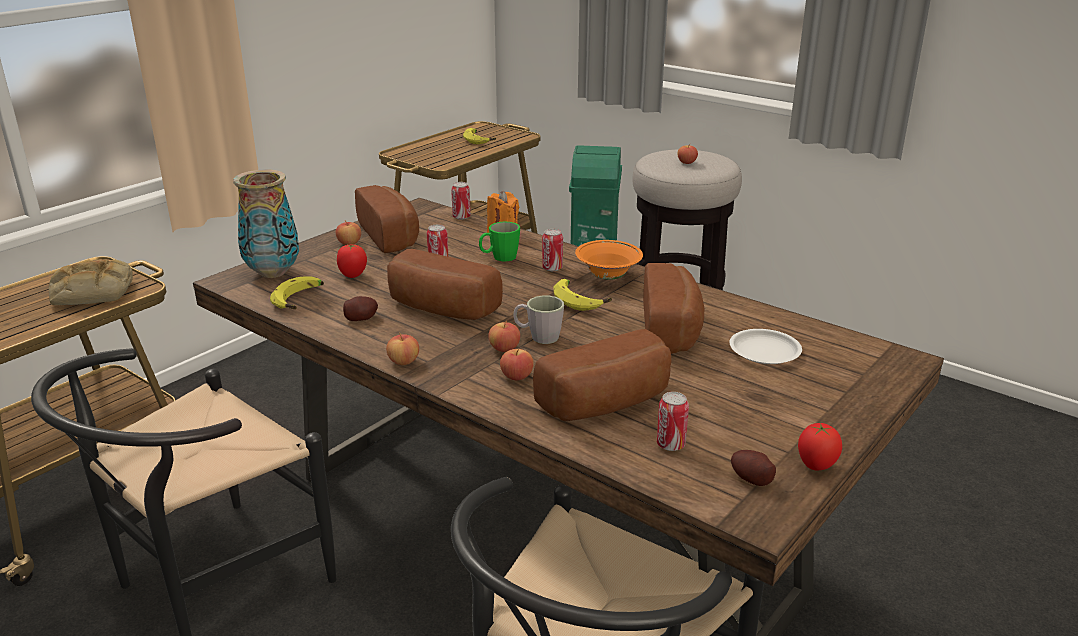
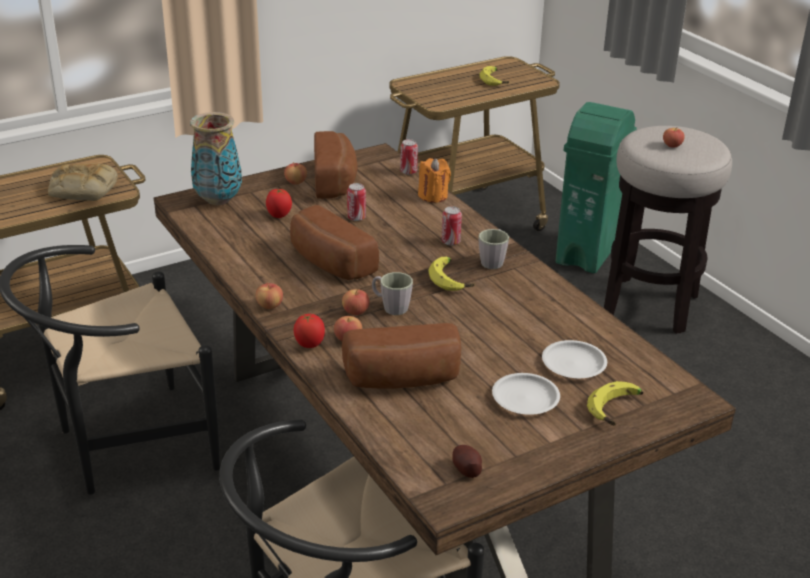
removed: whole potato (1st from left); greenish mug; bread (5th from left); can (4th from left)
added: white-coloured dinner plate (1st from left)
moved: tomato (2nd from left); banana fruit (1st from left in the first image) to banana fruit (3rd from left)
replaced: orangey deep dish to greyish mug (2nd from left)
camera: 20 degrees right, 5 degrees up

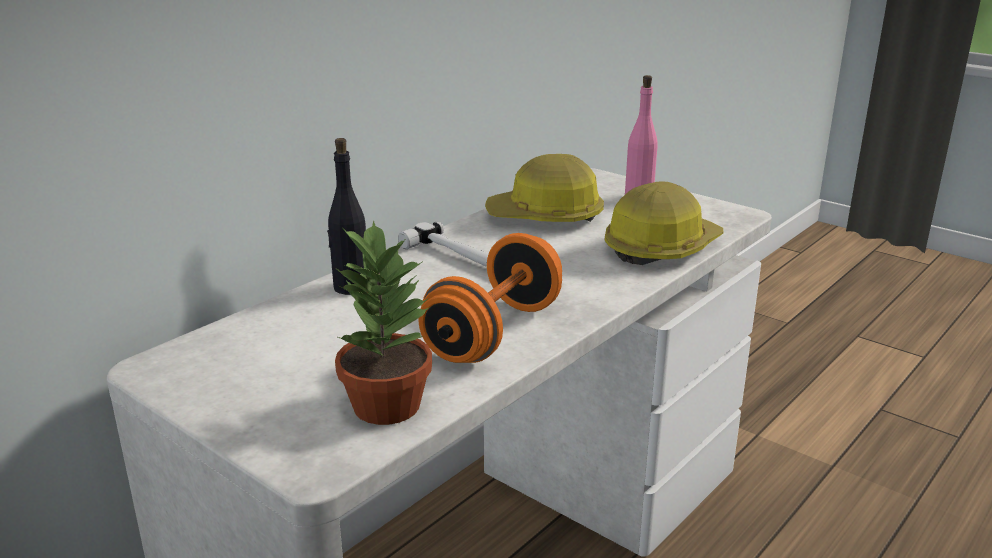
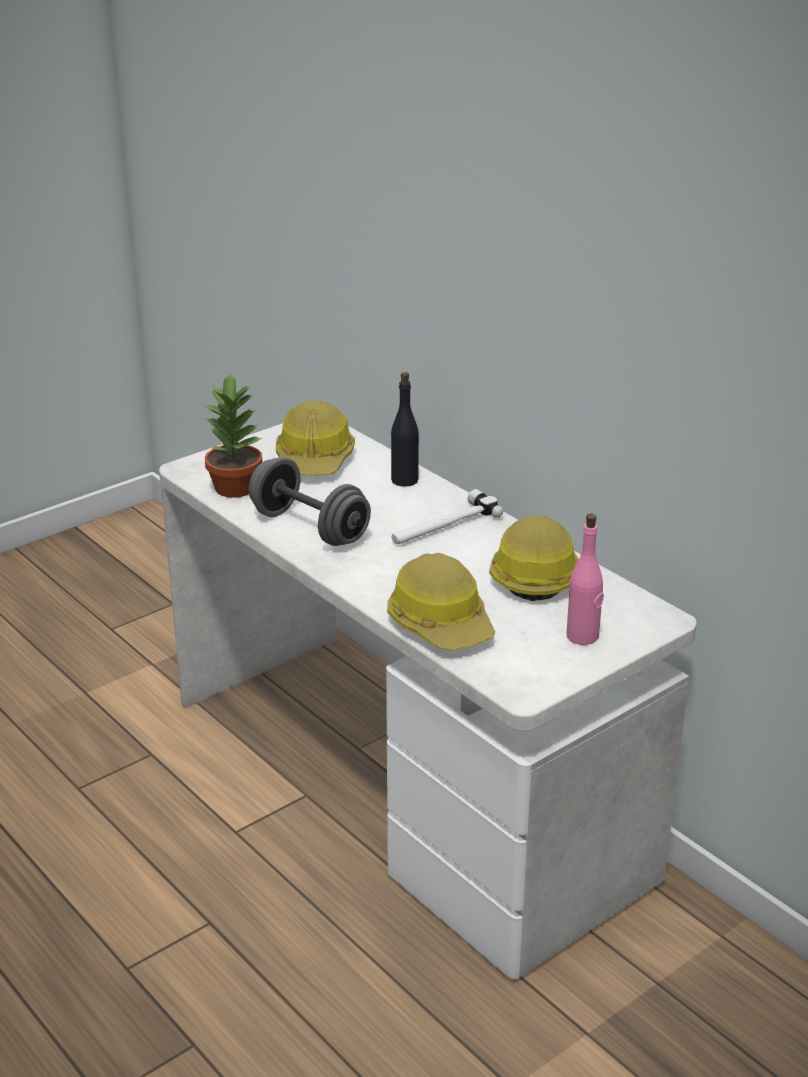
added: safety helmet (1st from left)
recoloured: orangey dumbbell to greyish dumbbell
camera: 100 degrees right, 5 degrees up

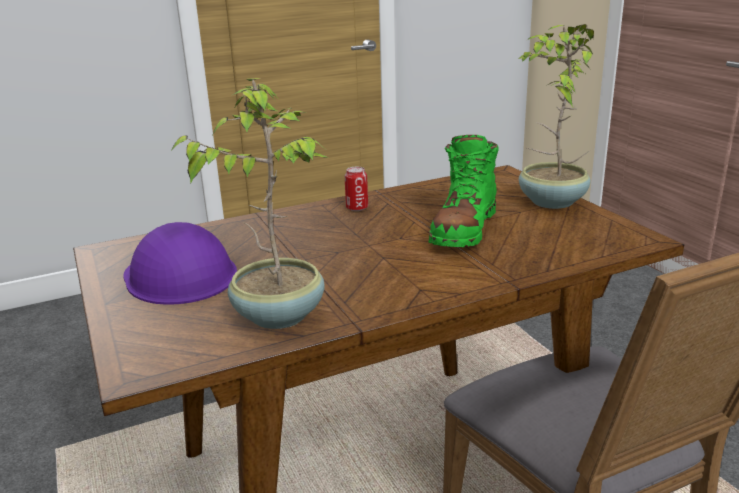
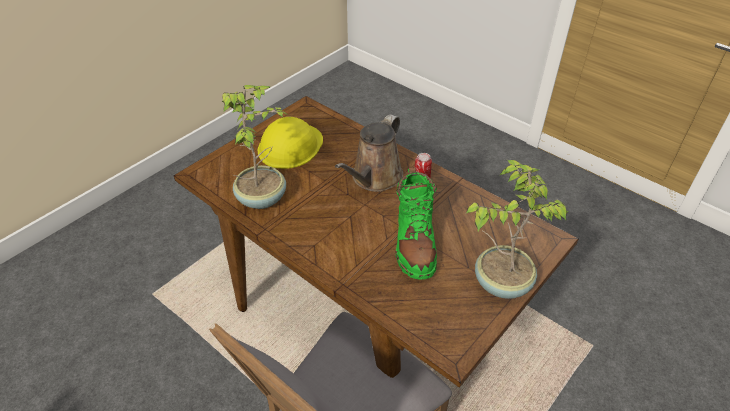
added: brown watering pot
recoloured: purplish safety helmet to yellow-coloured safety helmet
turned: greenish boot 90 degrees counterclockwise
camera: 65 degrees right, 20 degrees up

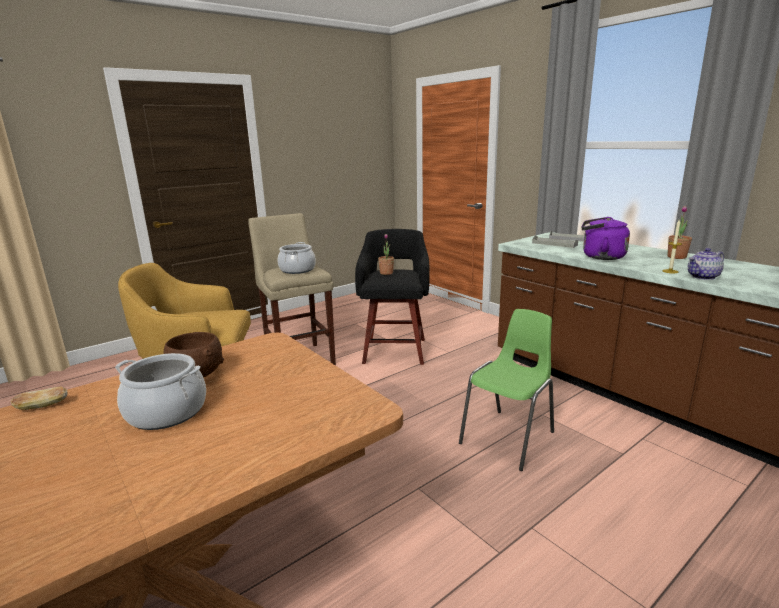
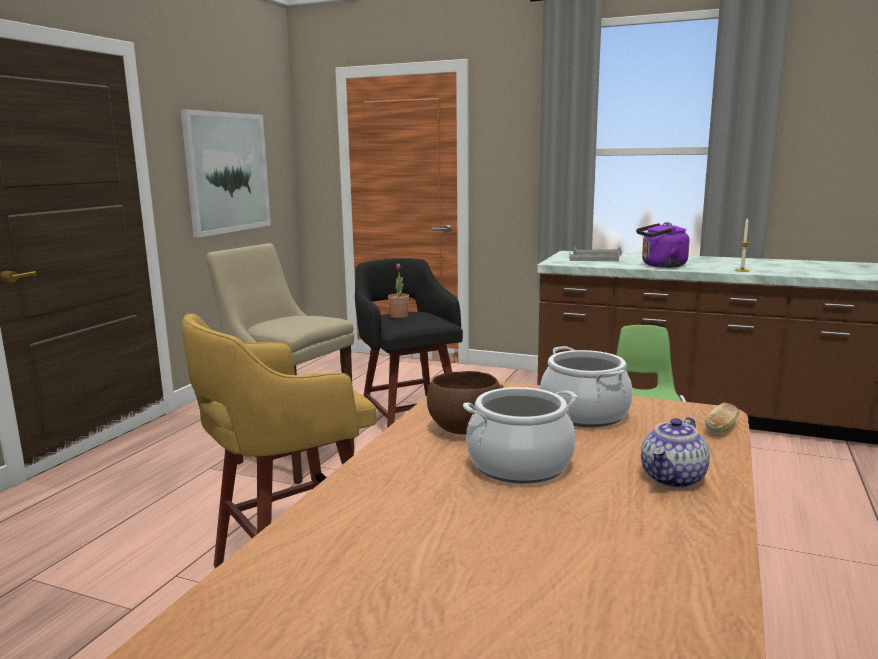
removed: plant in a pot (2nd from left)
added: picture
moved: cooking pot (2nd from left); pot for tea; bread
camera: 30 degrees left, 5 degrees down

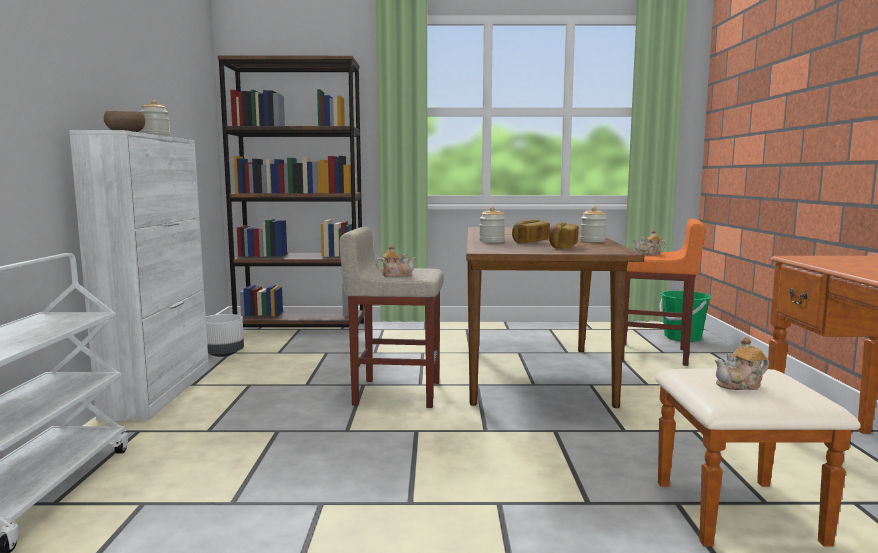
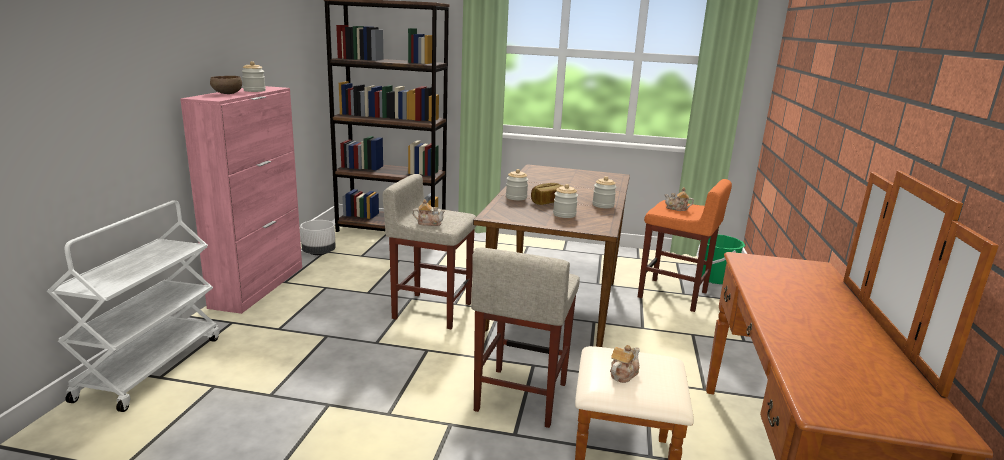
added: beige-coloured stool (2nd from left)
replaced: bread (2nd from left) to preserve jar (3rd from left)
recoloured: white-coloured cabinet to pinkish cabinet
turned: pot for tea (3rd from left in the first image) 135 degrees clockwise
camera: 10 degrees right, 10 degrees up

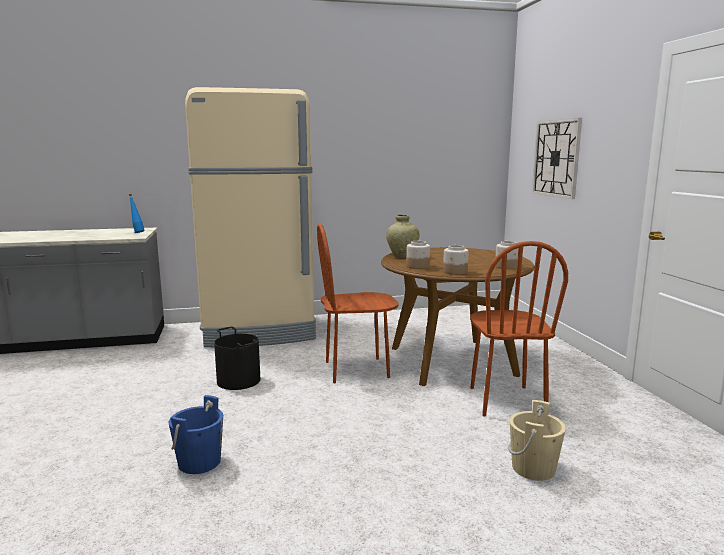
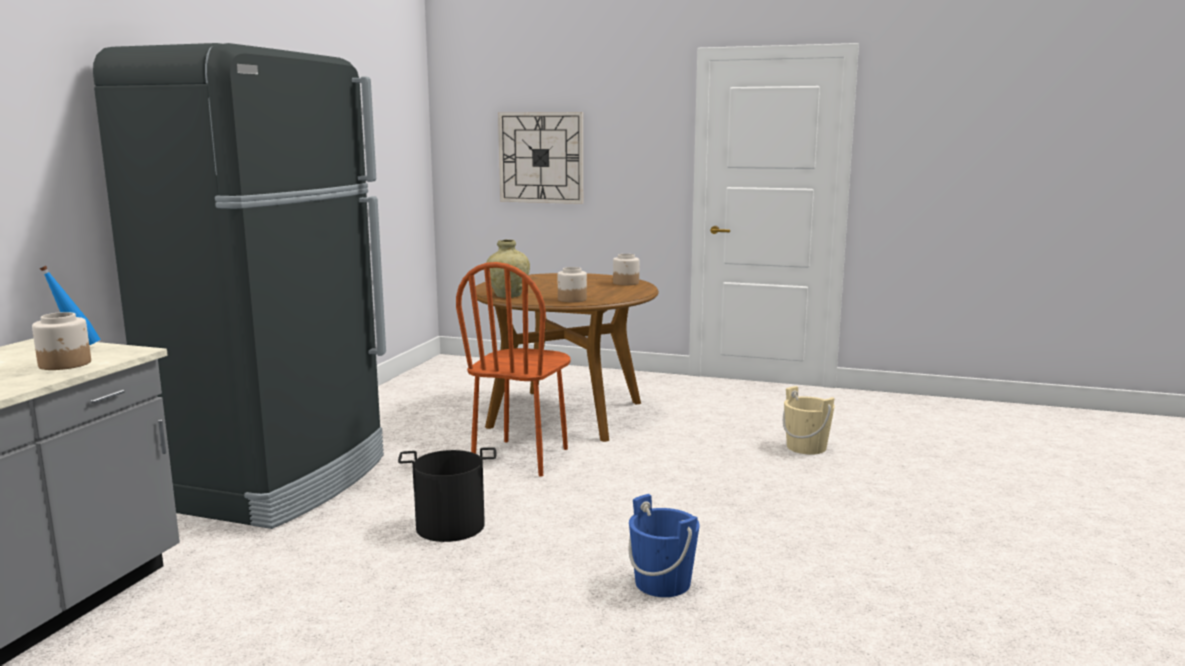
removed: brown plain chair (2nd from left)
moved: preserve jar (2nd from left in the first image) to preserve jar (1st from left)
recoloured: beige-coloured refrigerator to blackish refrigerator
camera: 60 degrees left, 0 degrees up

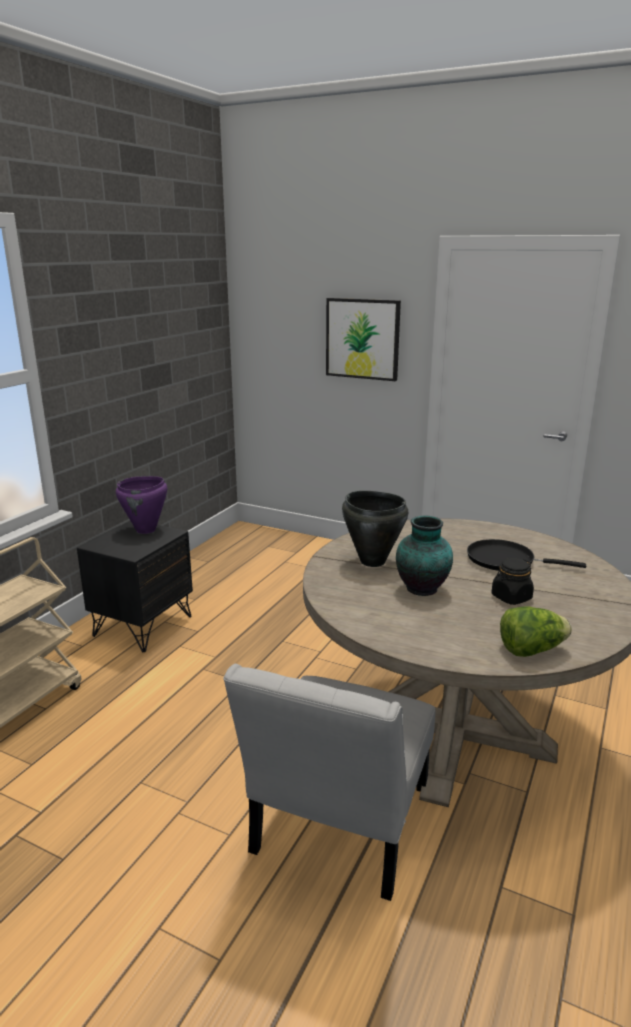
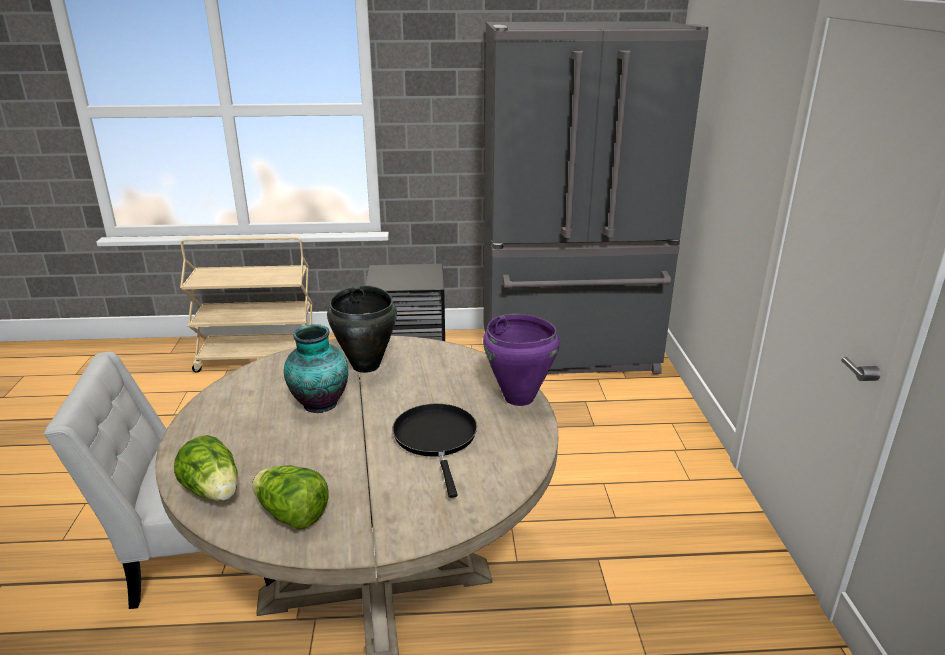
removed: picture; blackish preserve jar
added: lettuce head (2nd from left); greyish refrigerator
moved: purplish cooking pot
camera: 60 degrees right, 5 degrees up

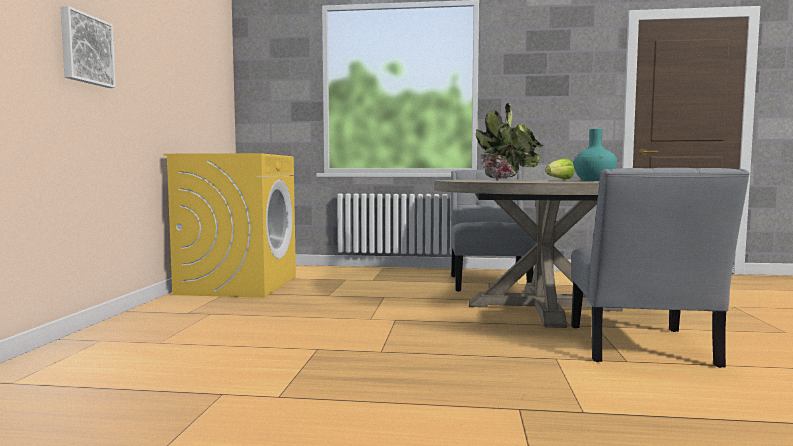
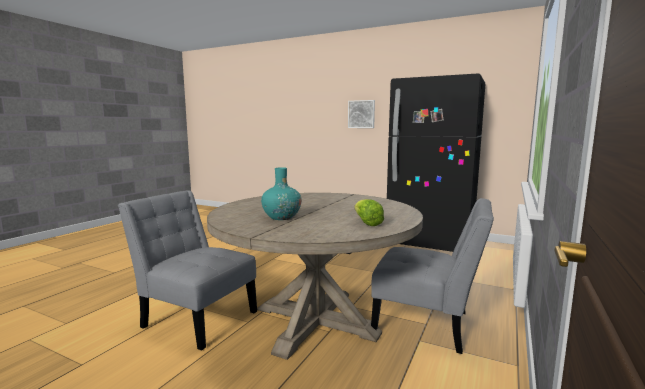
removed: plant in a pot
replaced: yellow-coloured washing machine to blackish refrigerator
camera: 110 degrees right, 5 degrees up

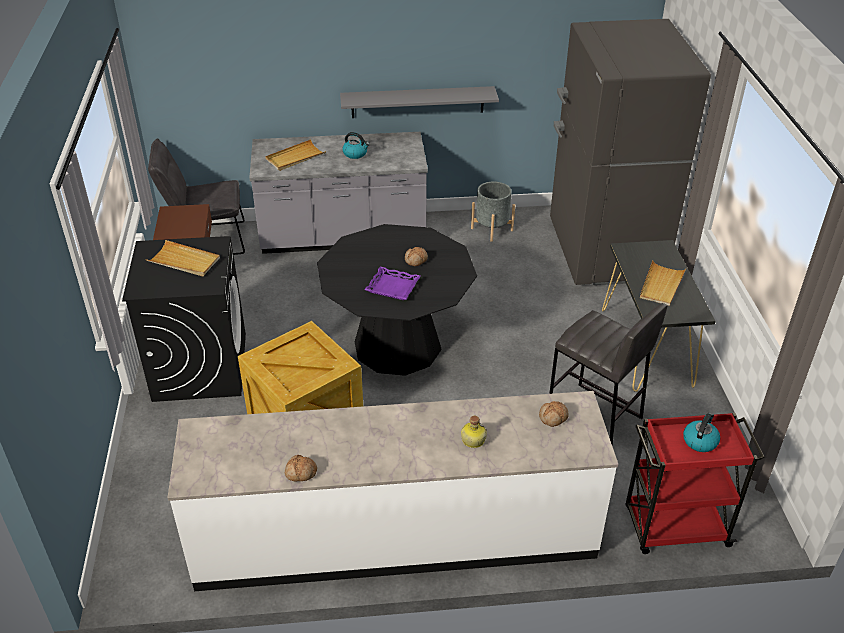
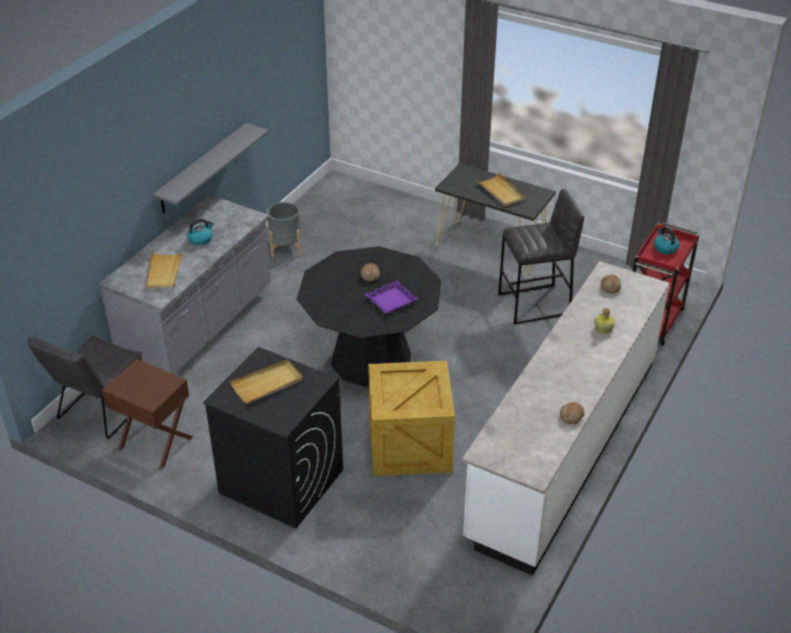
removed: greyish refrigerator
camera: 55 degrees left, 0 degrees up

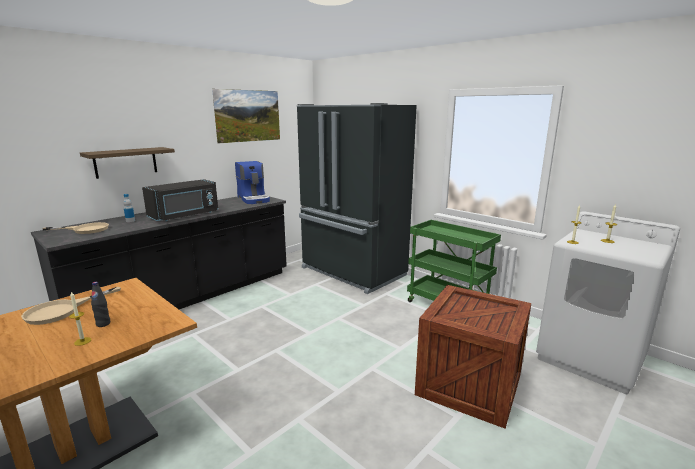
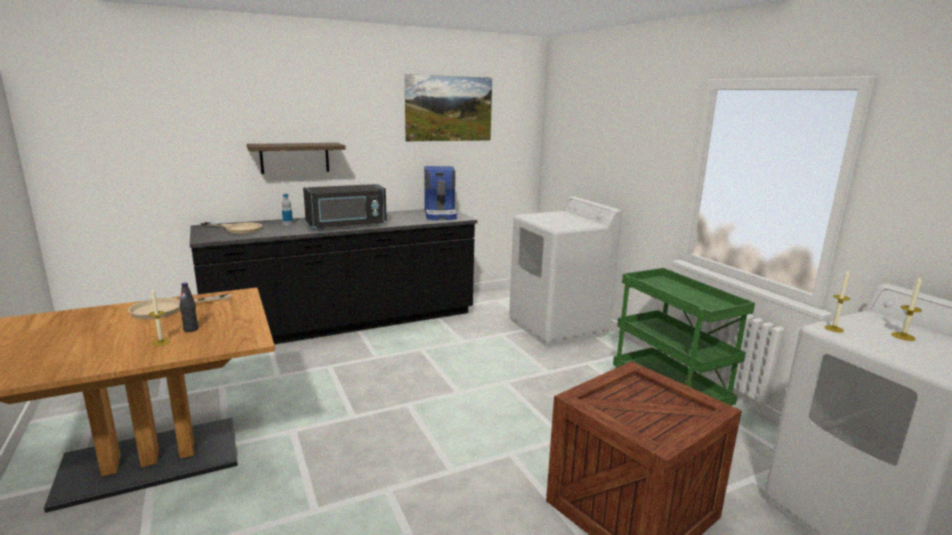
replaced: blackish refrigerator to white-coloured washing machine (1st from left)
camera: 20 degrees right, 0 degrees up

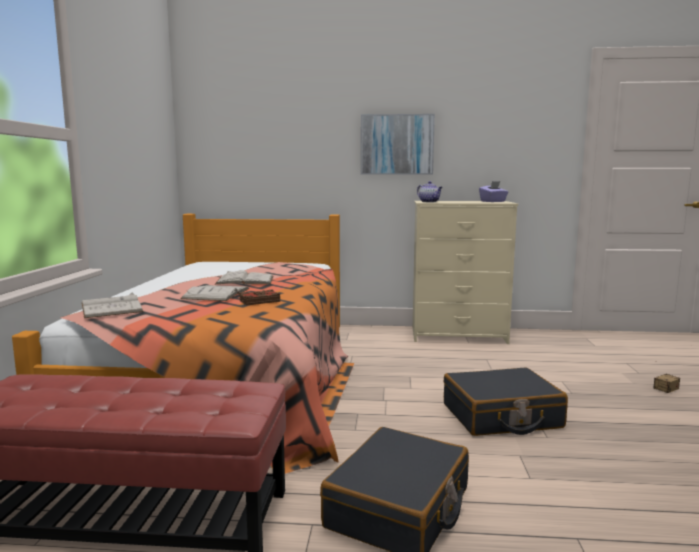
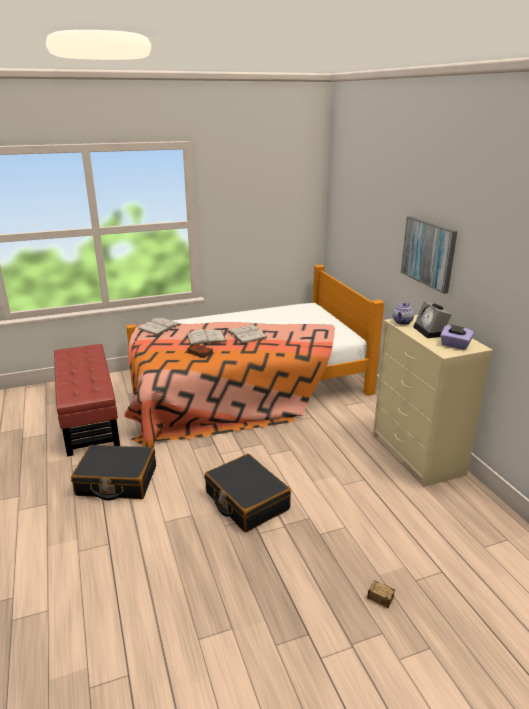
added: alarm clock
camera: 65 degrees right, 15 degrees up

